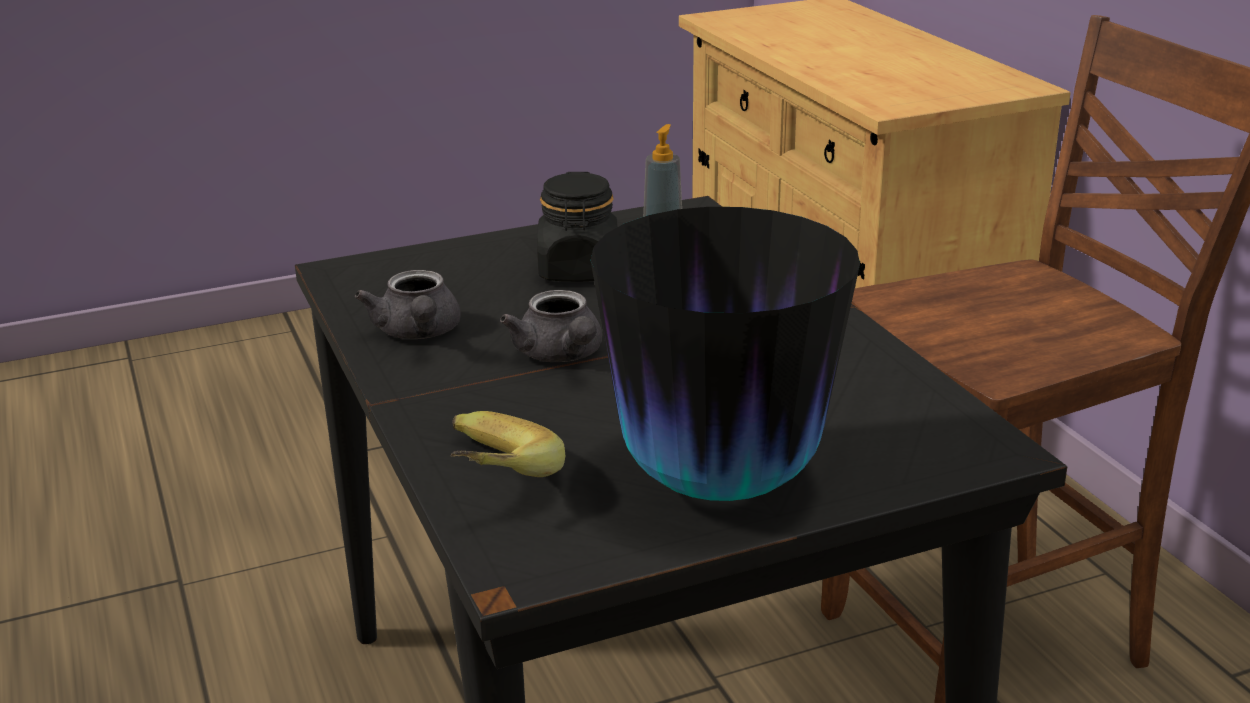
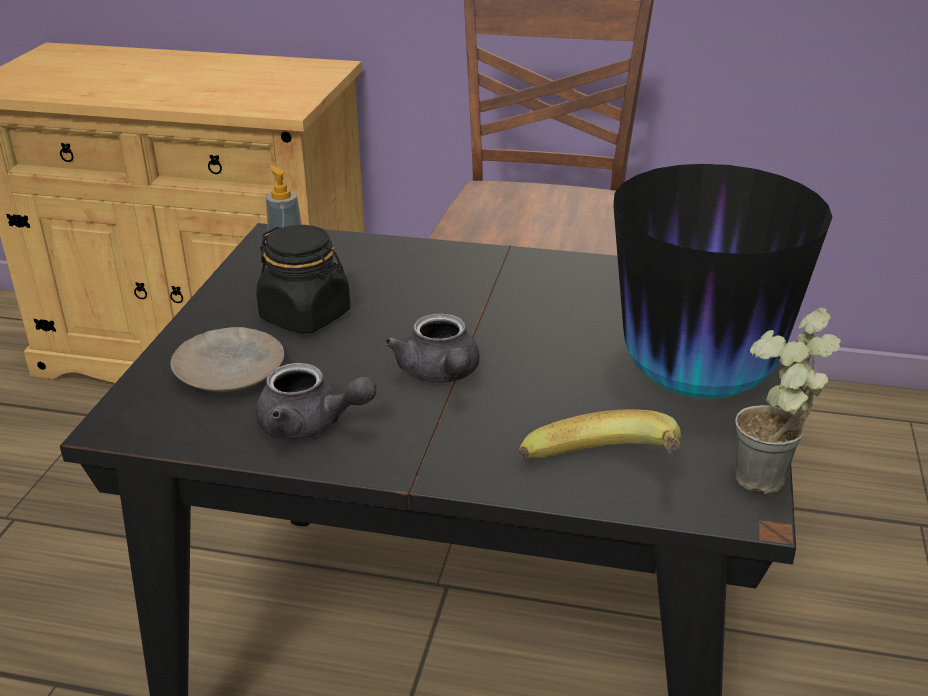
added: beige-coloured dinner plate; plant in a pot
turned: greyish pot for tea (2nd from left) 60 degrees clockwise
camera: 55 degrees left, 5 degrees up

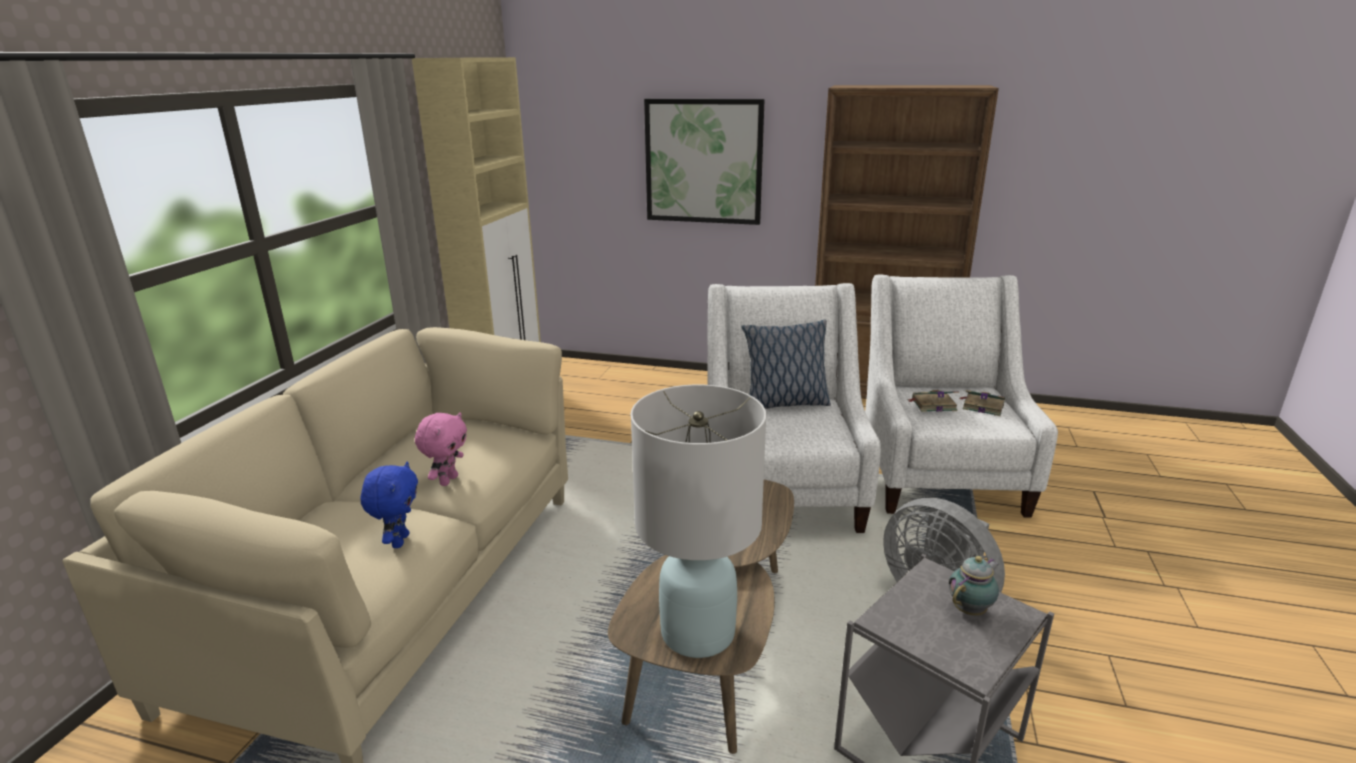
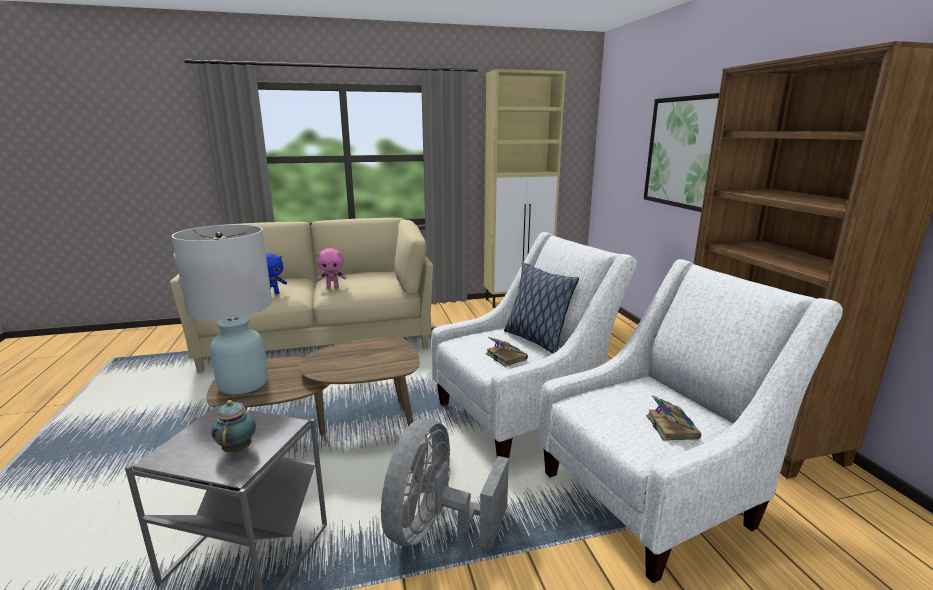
moved: book (1st from left)
turned: pot for tea 120 degrees counterclockwise
camera: 60 degrees right, 5 degrees down

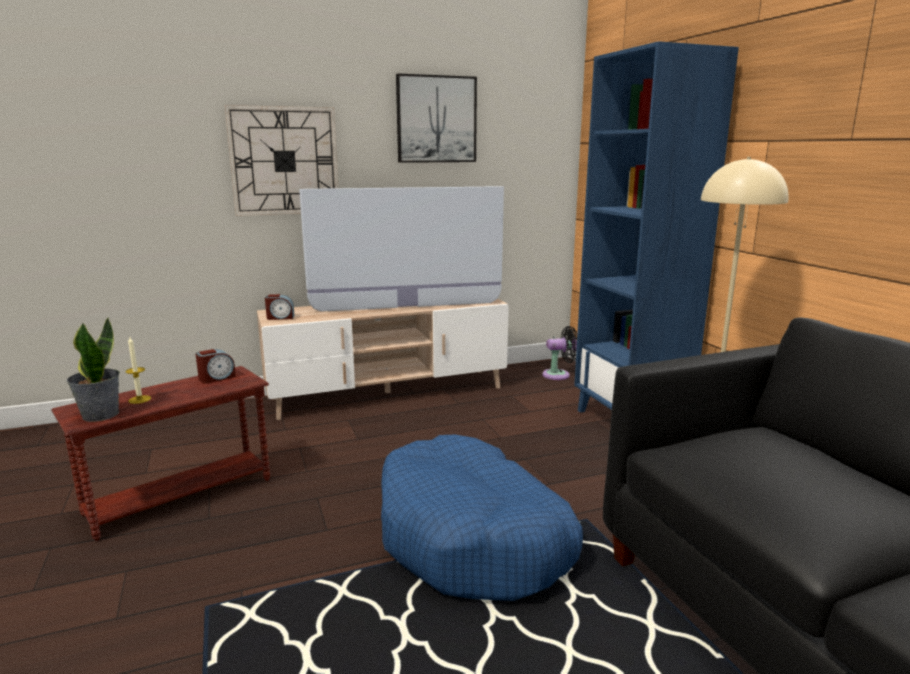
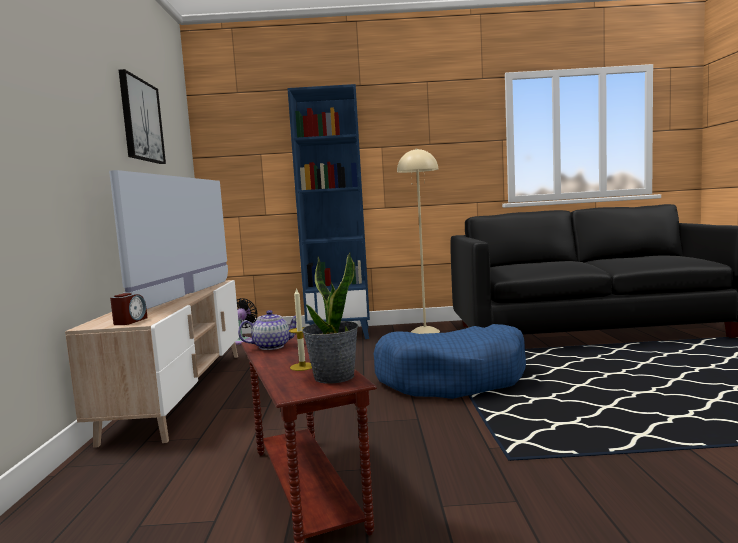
removed: clock on the wall
replaced: alarm clock (1st from left) to pot for tea
camera: 70 degrees left, 10 degrees down

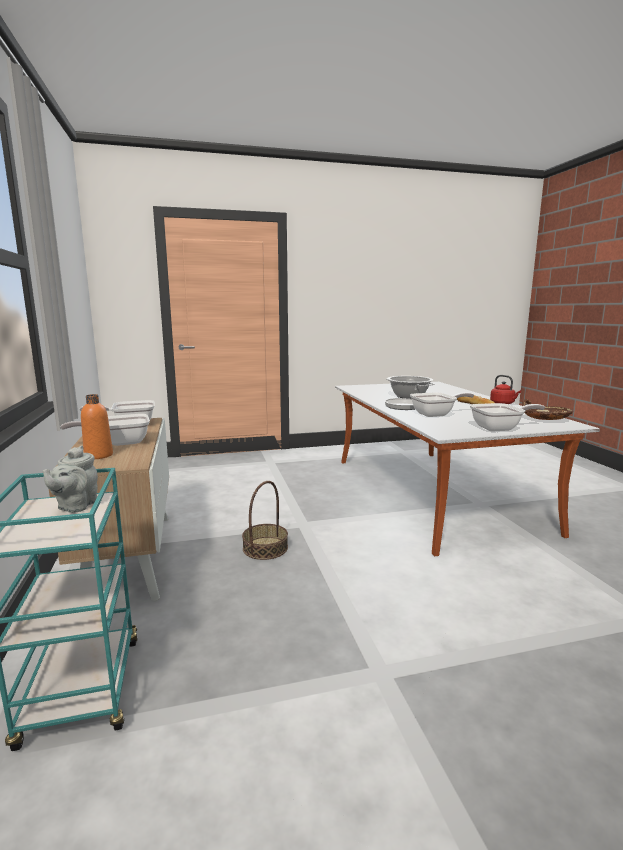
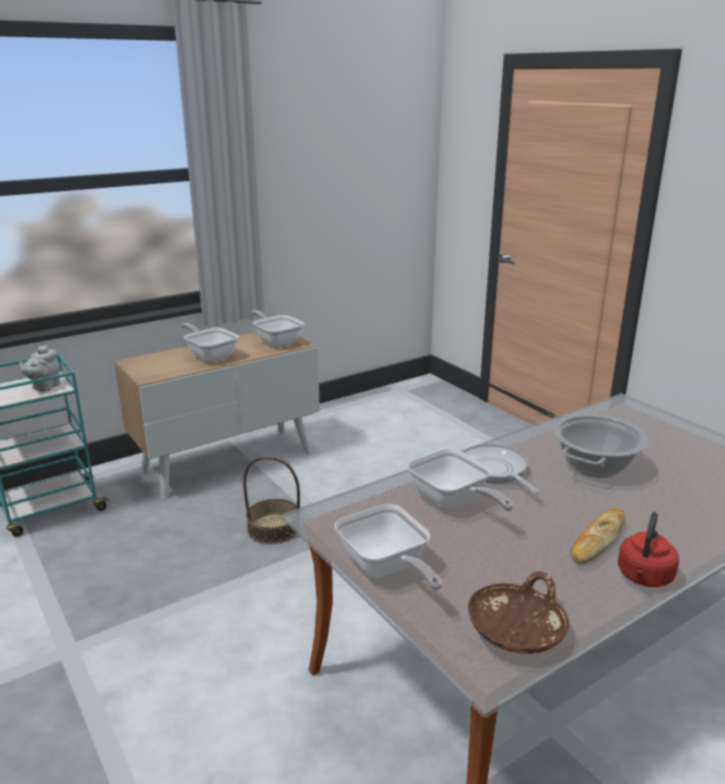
removed: orangey beverage bottle
turned: greyish pot for tea 60 degrees counterclockwise
camera: 70 degrees right, 10 degrees up

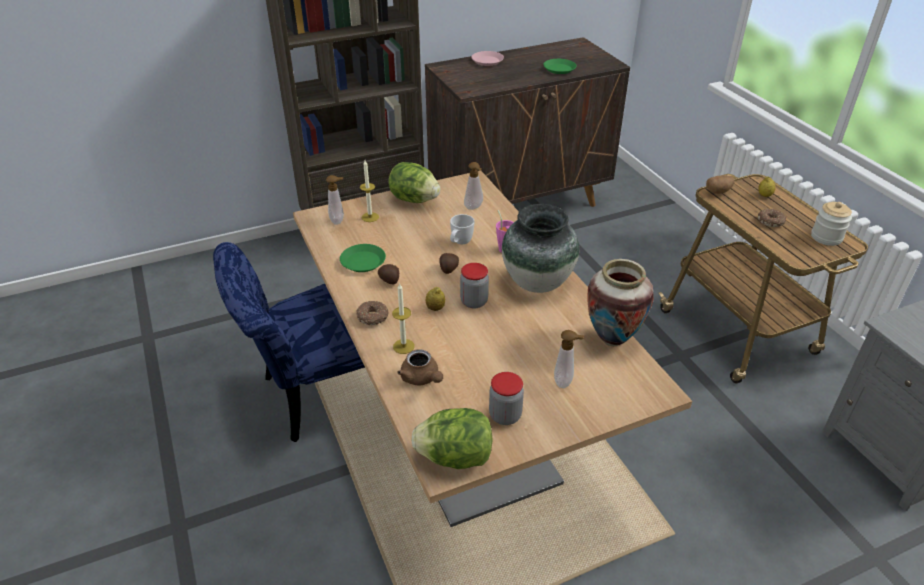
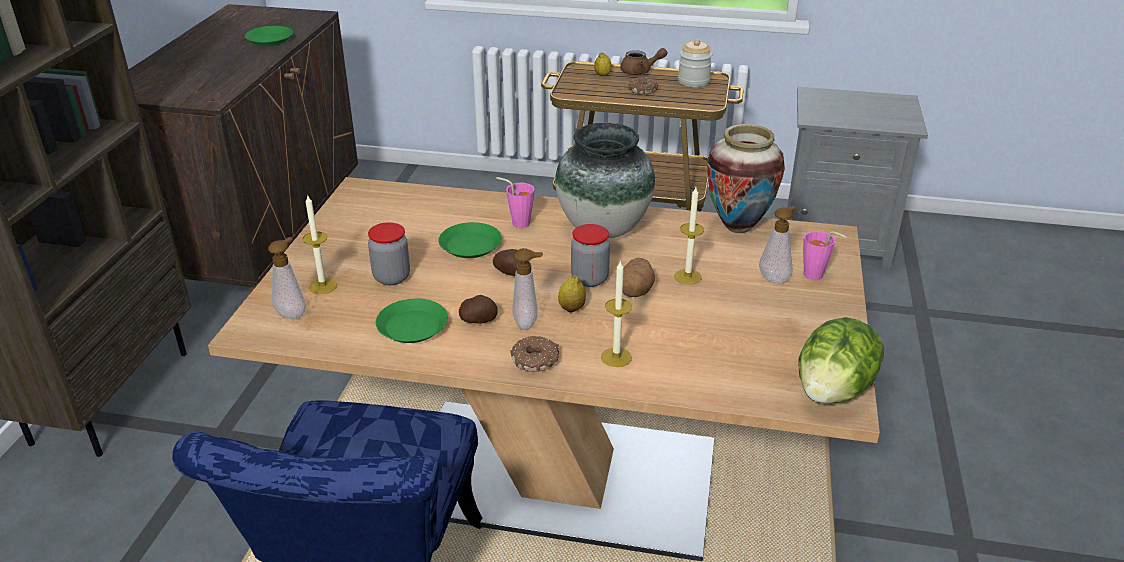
removed: lettuce head (1st from left); pinkish dinner plate
added: wax candle (3rd from left); pinkish drinking cup (2nd from left)
moved: preserve jar (2nd from left in the first image) to preserve jar (1st from left); soap dispenser (2nd from left); brown pot for tea; whole potato (3rd from left)
replaced: white-coloured mug to greenish dinner plate (3rd from left)
camera: 55 degrees left, 5 degrees down

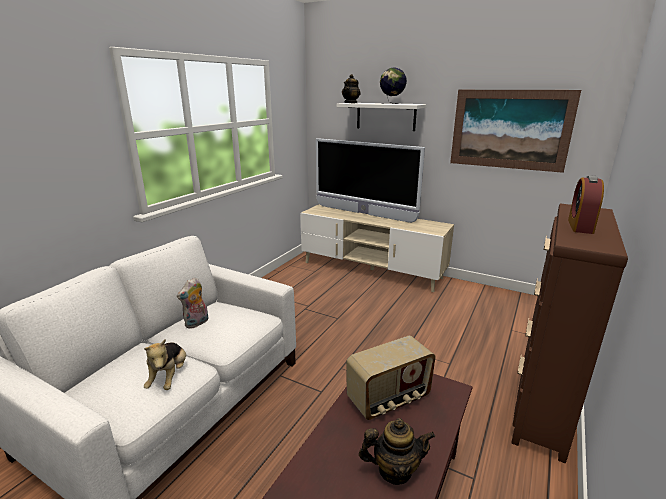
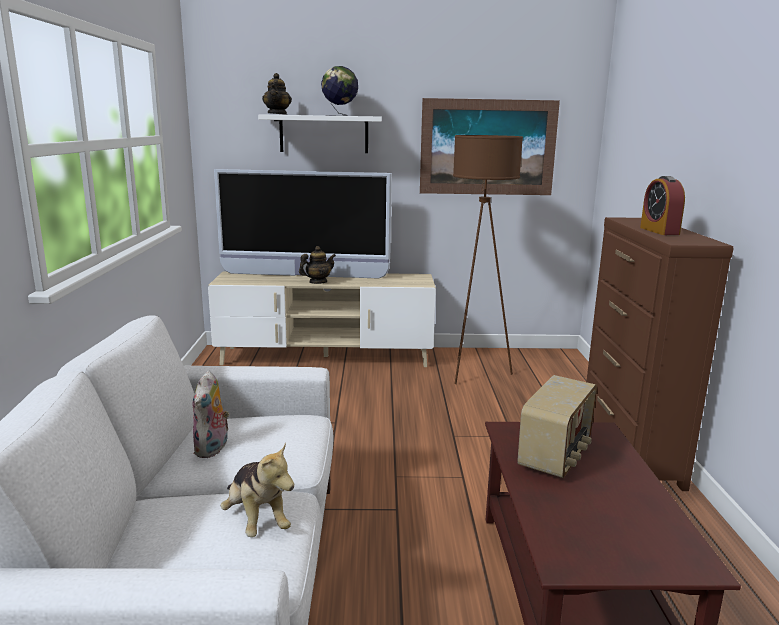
added: brown standing lamp
moved: pot for tea (2nd from left)
camera: 30 degrees left, 5 degrees down

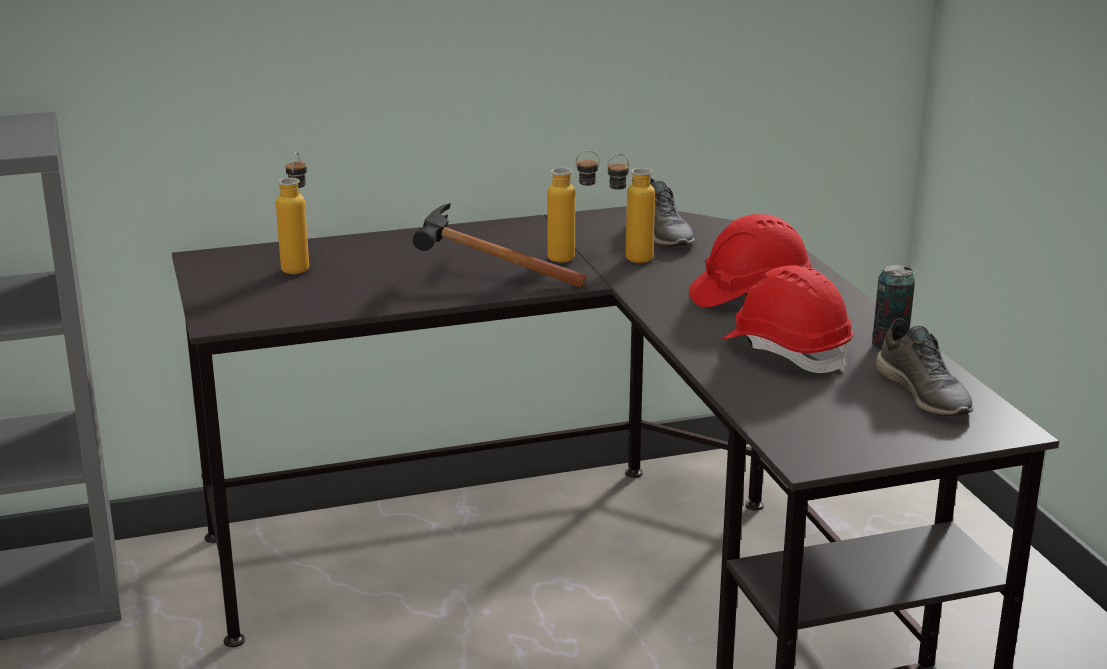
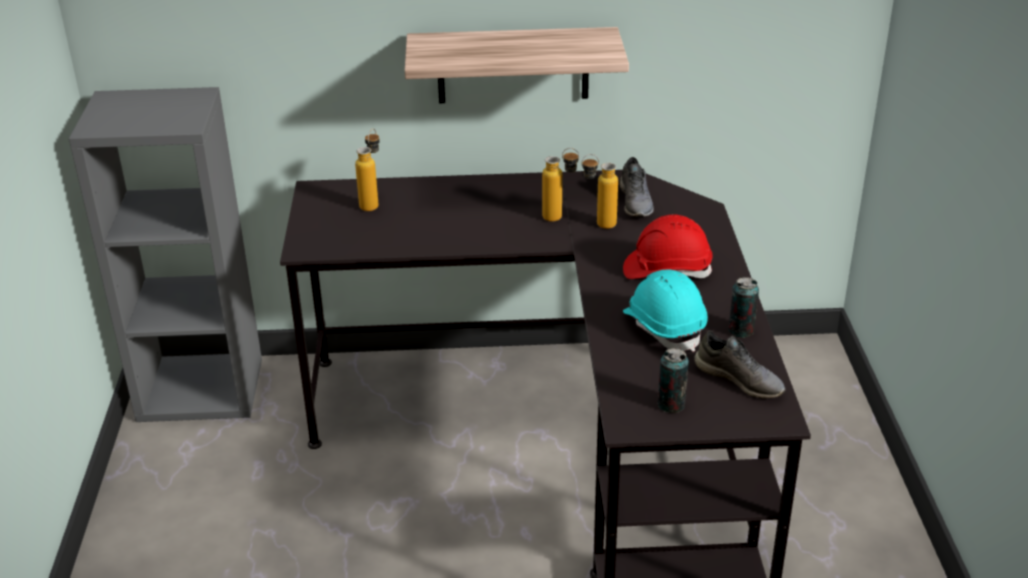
removed: hand hammer
added: bracket shelf; can (1st from left)
recoloured: red-coloured safety helmet (2nd from left) to blue-green safety helmet
turned: greyish low shoe (2nd from left) 45 degrees counterclockwise
camera: 15 degrees right, 10 degrees up

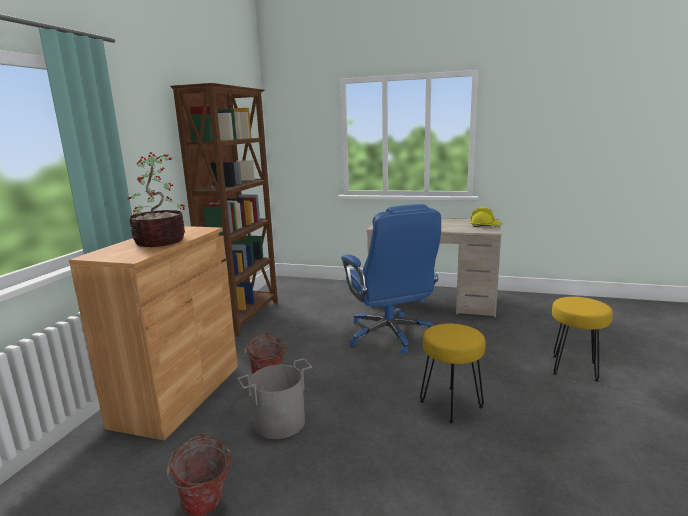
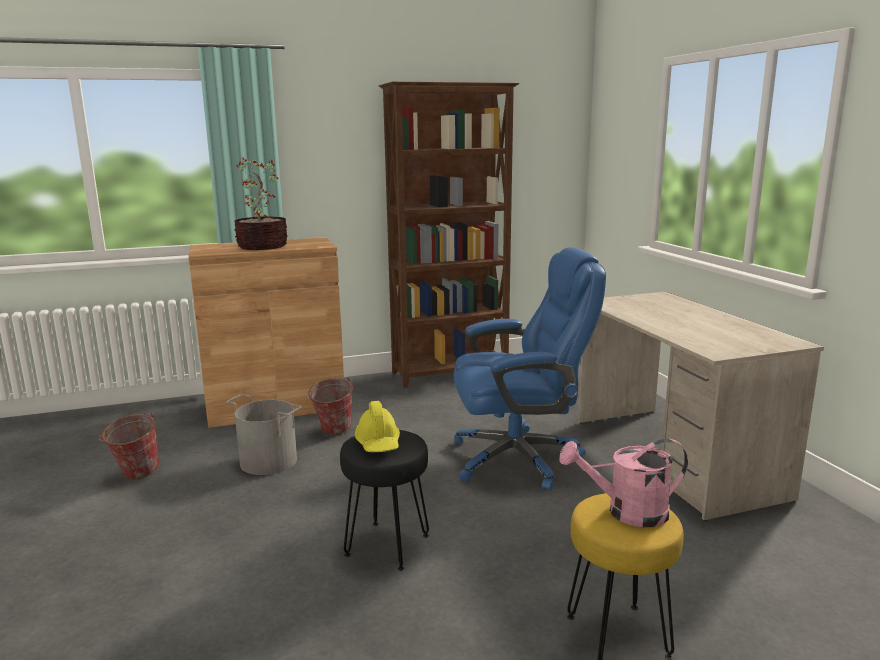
added: pinkish watering pot
moved: yellow-coloured safety helmet
recoloured: yellow-coloured stool (1st from left) to blackish stool
turned: blue-coloured office chair 135 degrees counterclockwise
camera: 55 degrees right, 0 degrees up

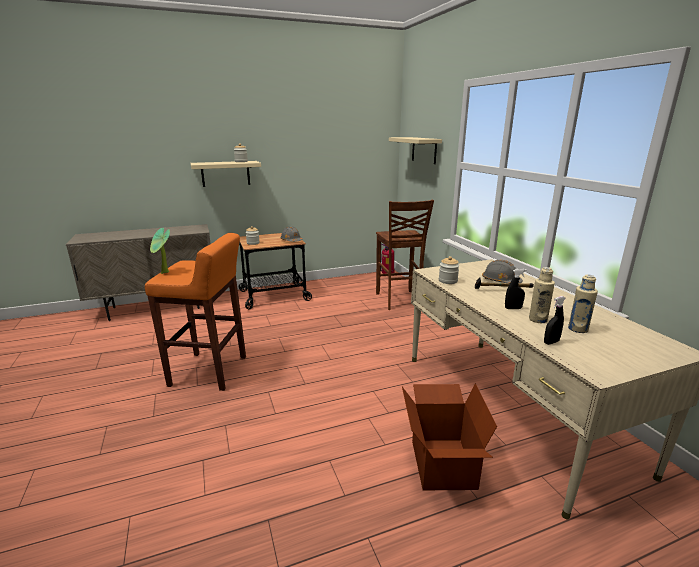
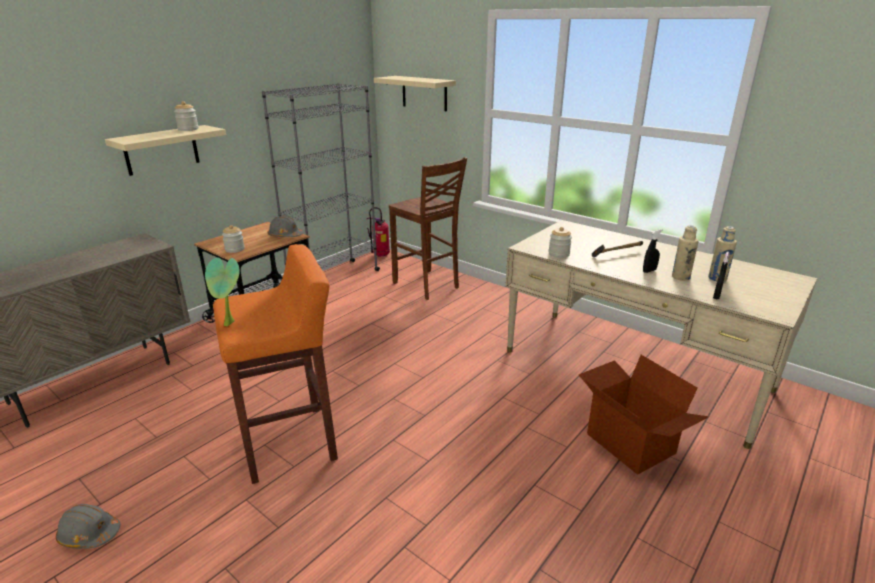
added: greyish bookshelf
moved: greyish safety helmet (2nd from left in the first image) to greyish safety helmet (1st from left)
camera: 30 degrees left, 5 degrees up

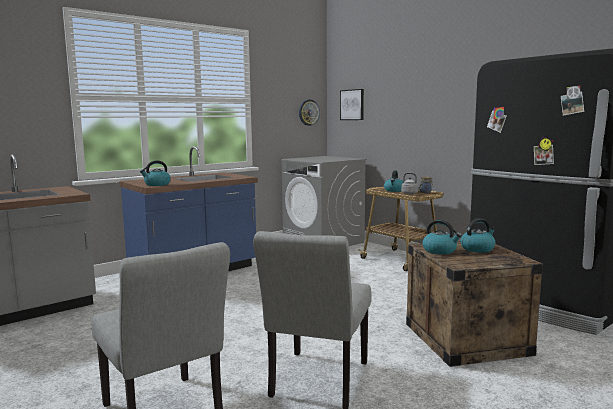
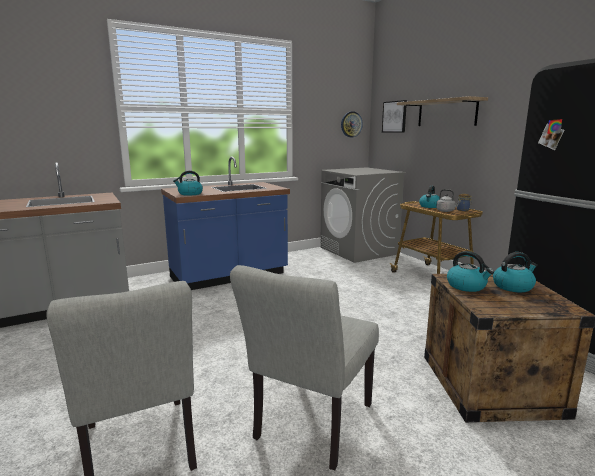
added: bracket shelf
camera: 10 degrees right, 5 degrees up

